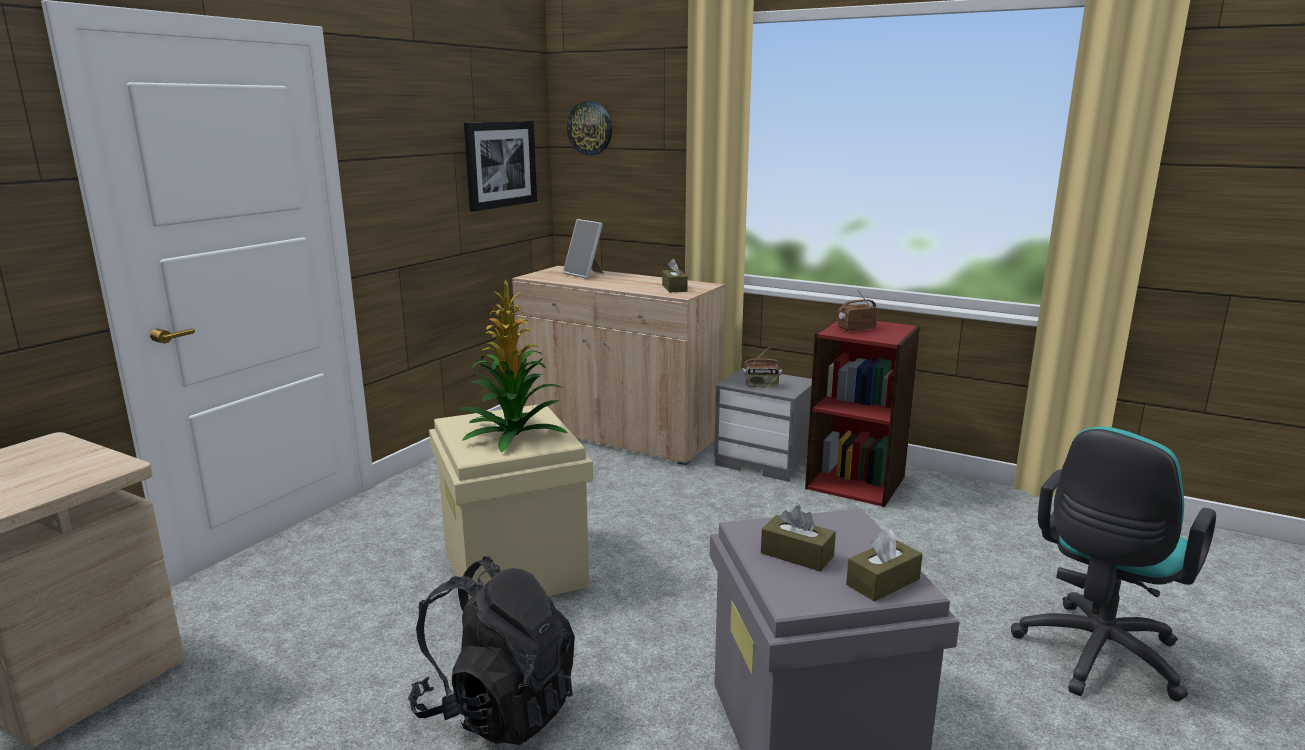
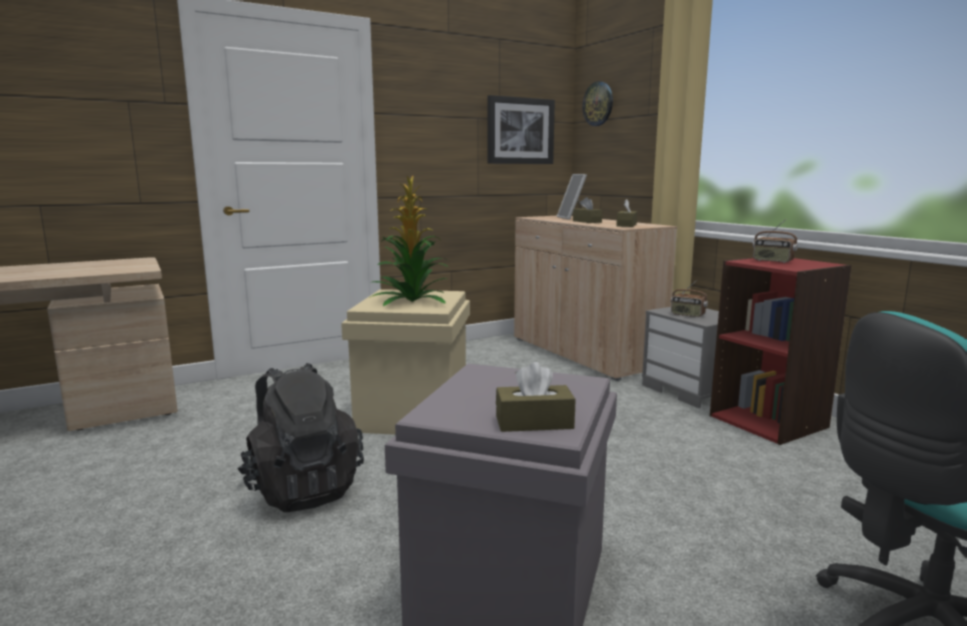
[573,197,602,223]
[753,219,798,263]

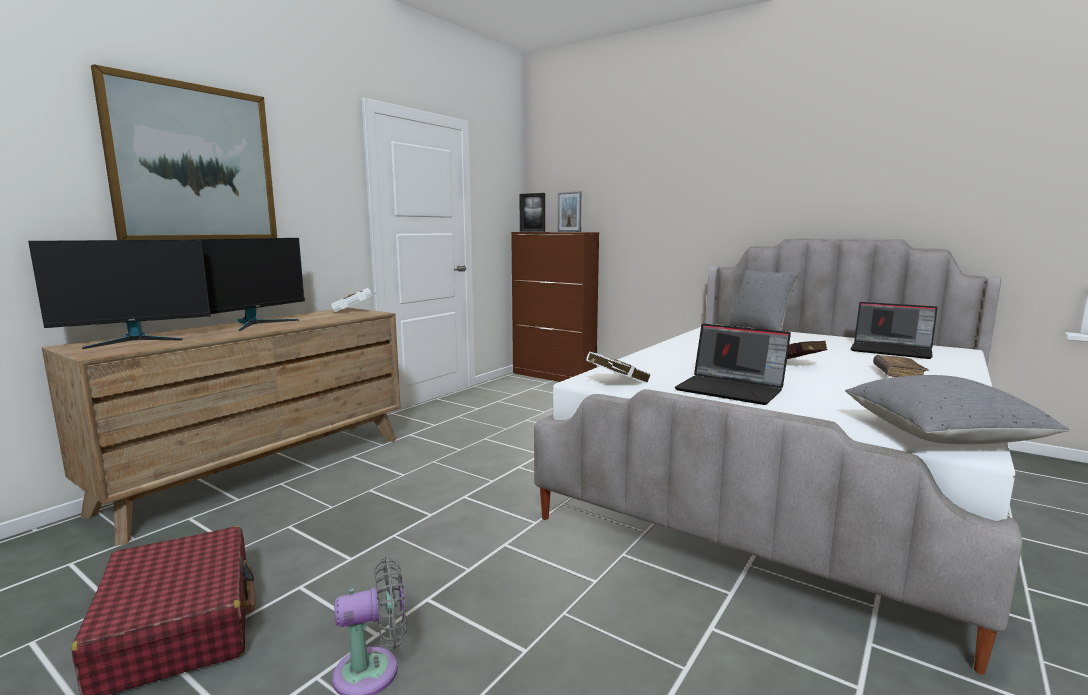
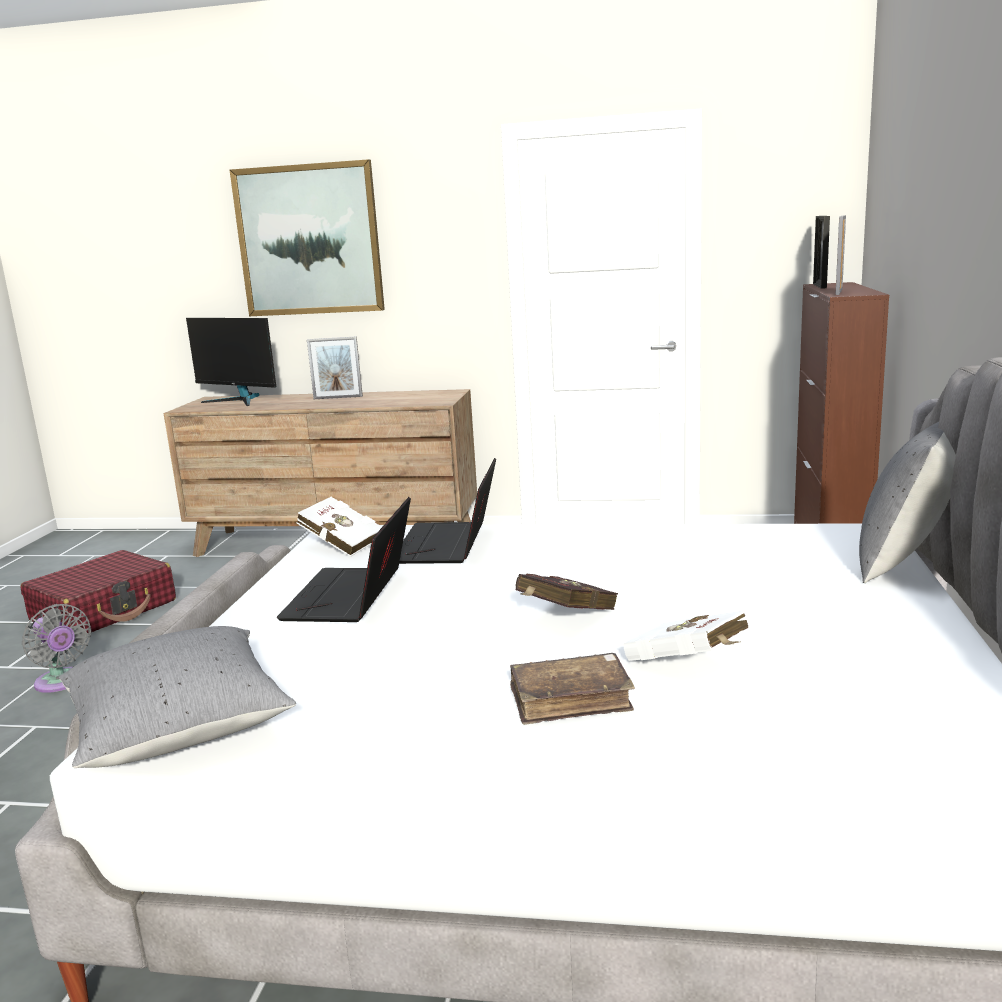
[307,336,363,399]
[623,610,750,661]
[399,458,496,564]

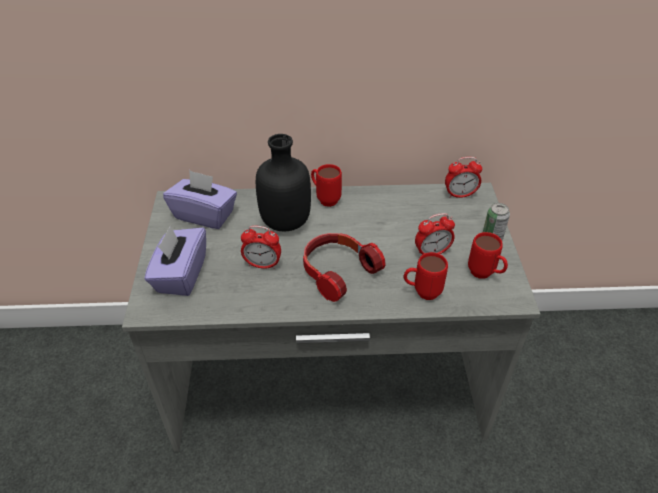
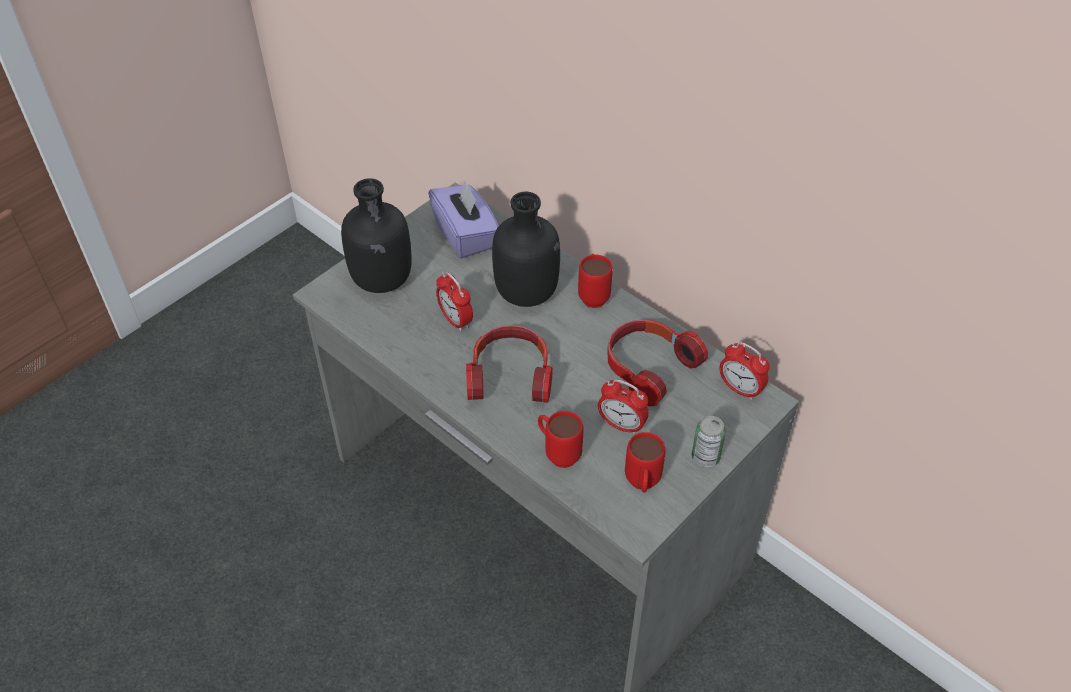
[341,178,412,293]
[607,320,708,407]

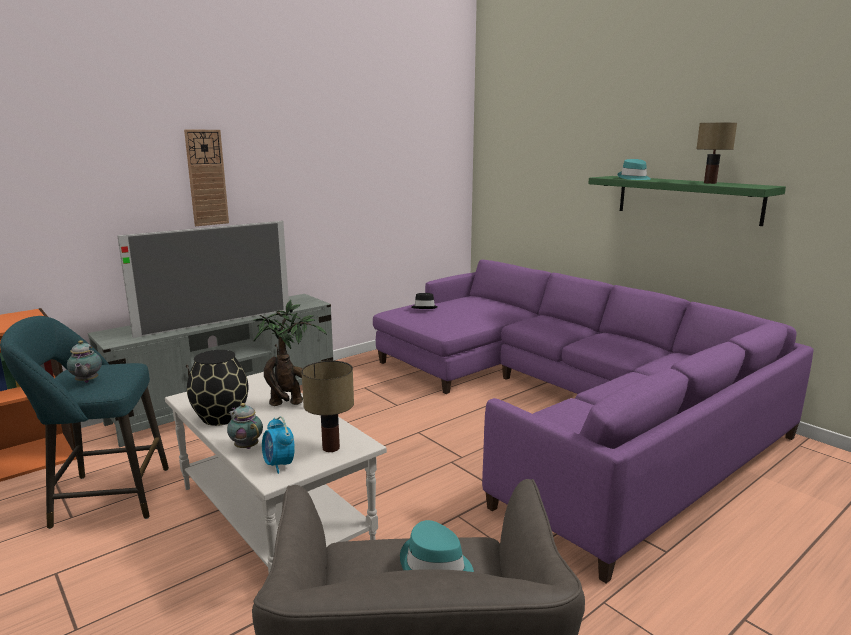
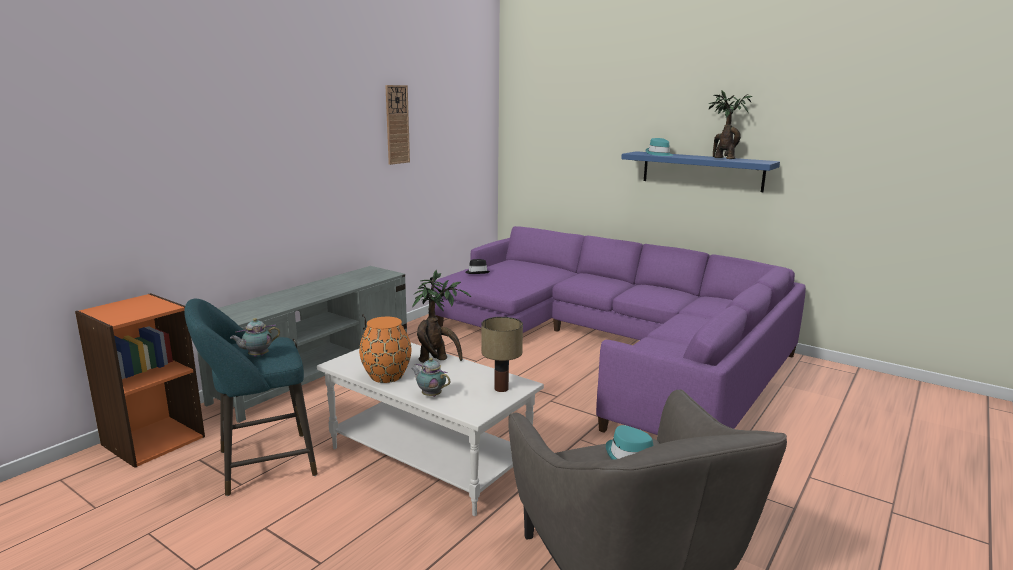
[230,318,280,357]
[117,221,289,338] (first image)
[385,85,410,165]
[359,317,411,383]
[262,417,295,474] (first image)
[621,151,780,192]
[709,90,753,159]

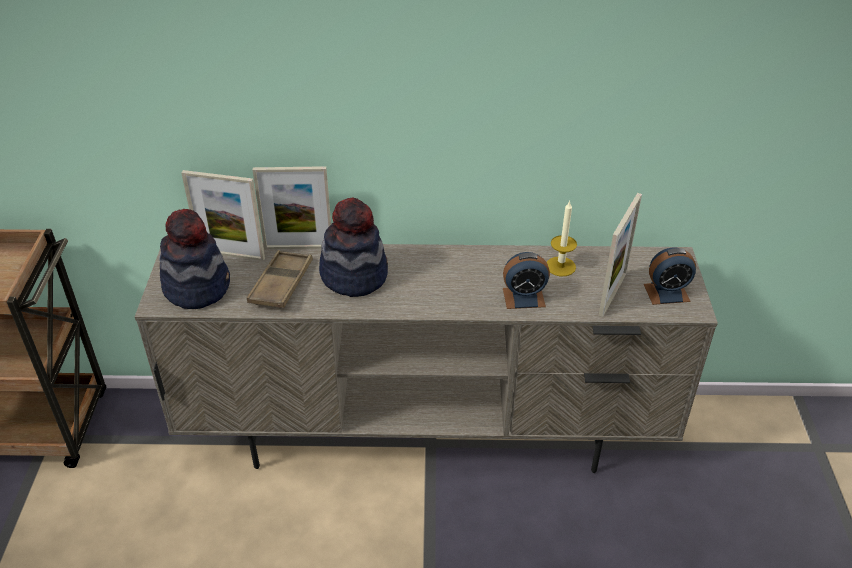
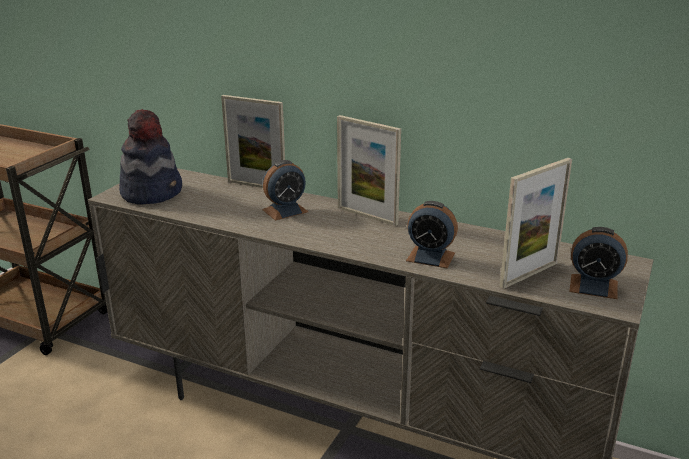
[337,115,401,226]
[247,250,313,308] (first image)
[262,160,309,221]
[547,200,577,276] (first image)

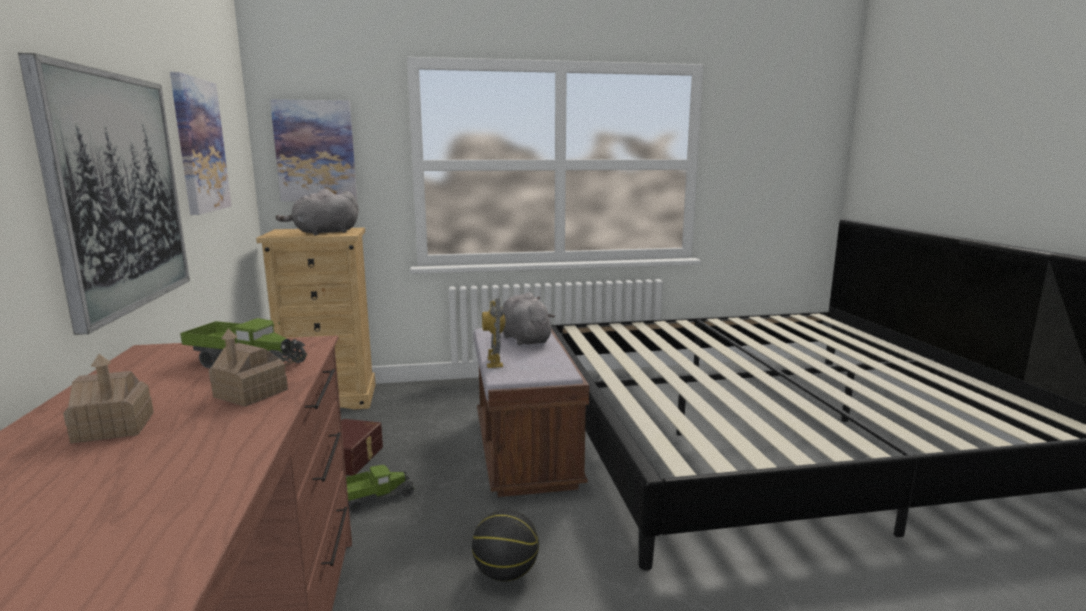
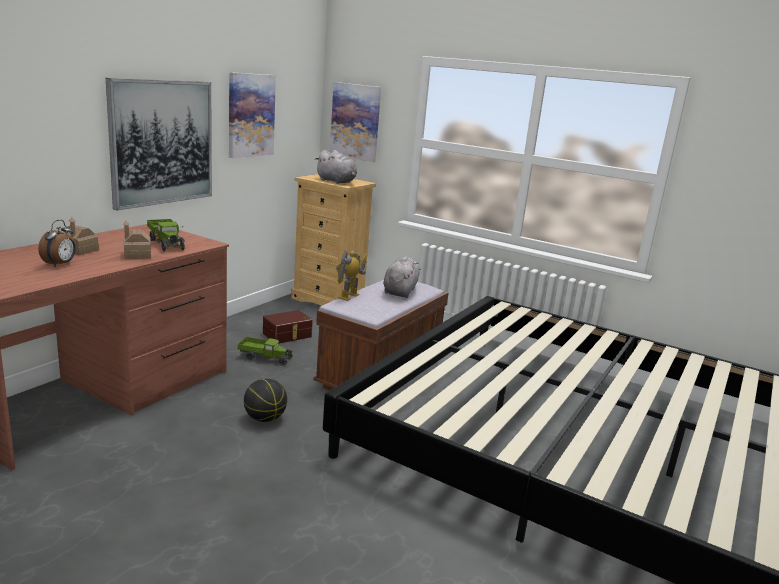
[315,150,357,184]
[38,220,76,267]

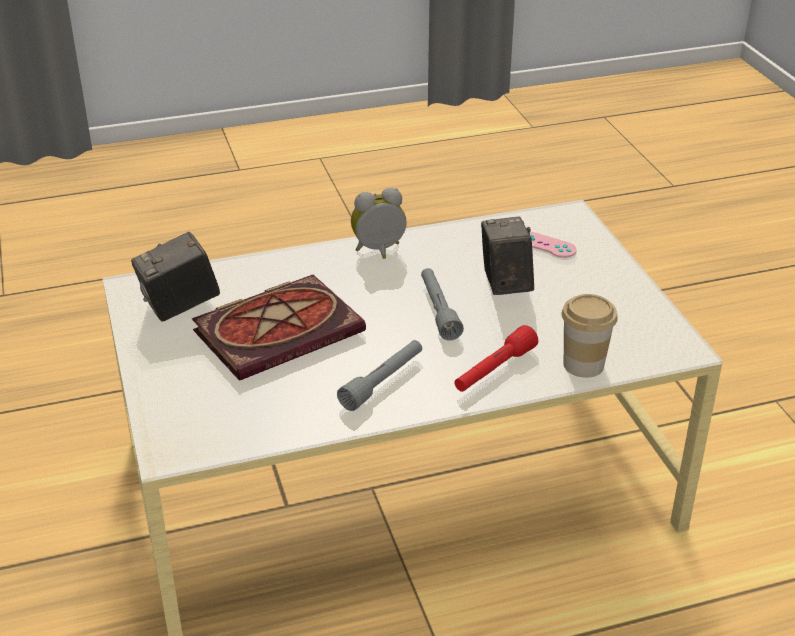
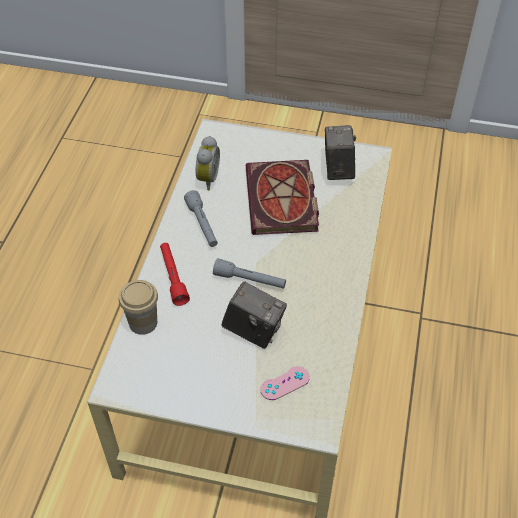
[195,136,220,190]

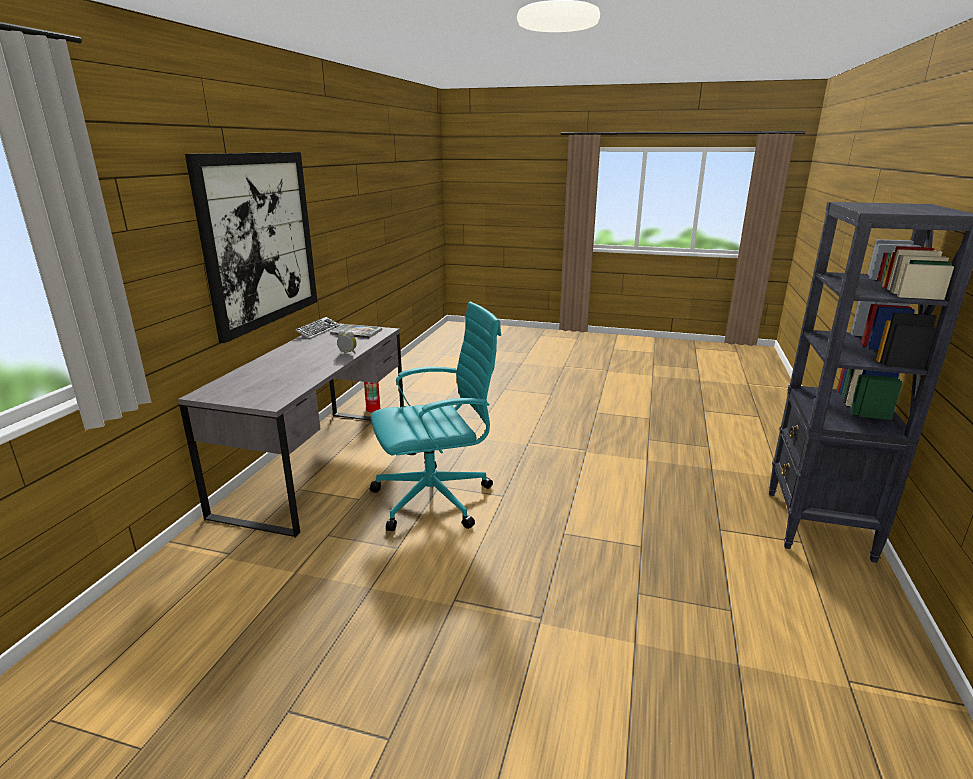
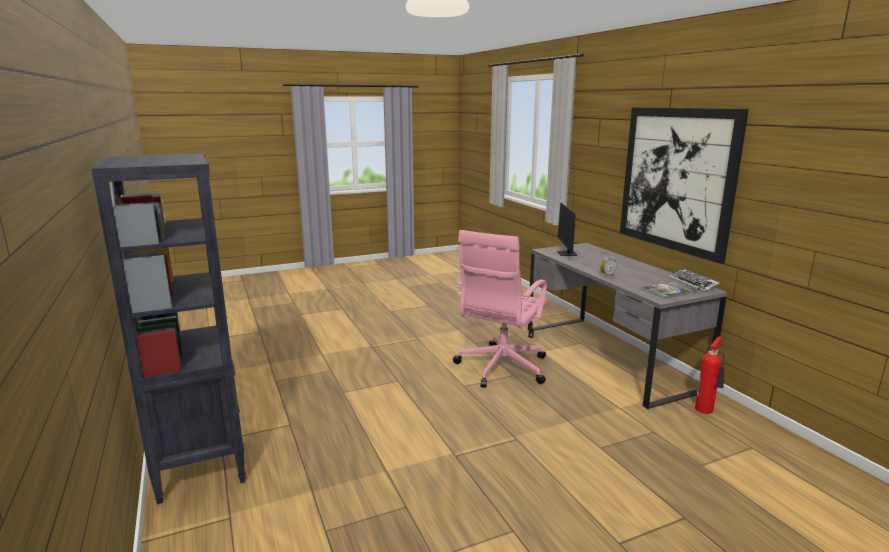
[453,230,548,388]
[557,202,578,256]

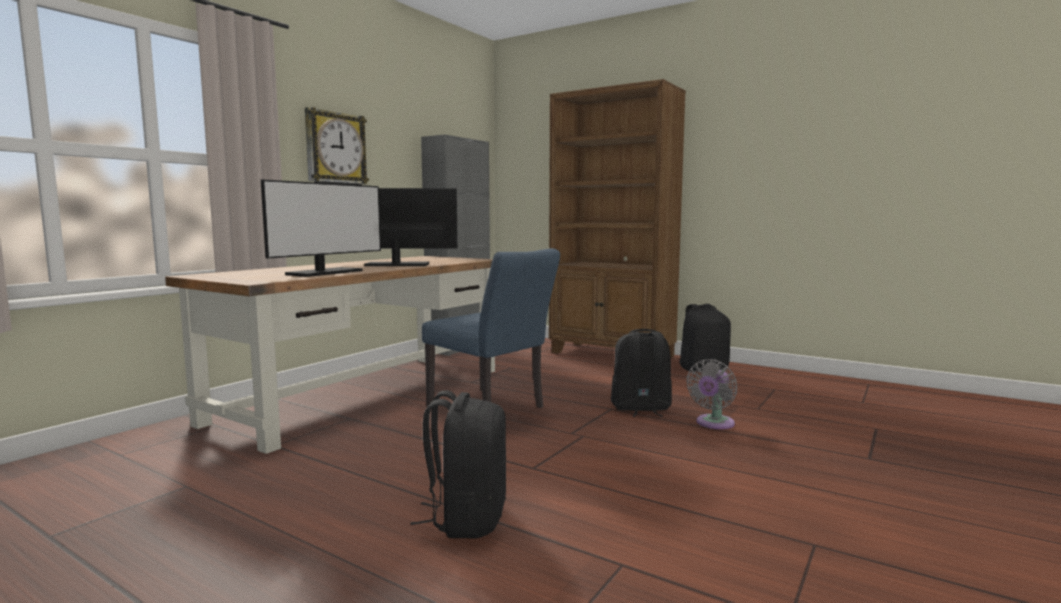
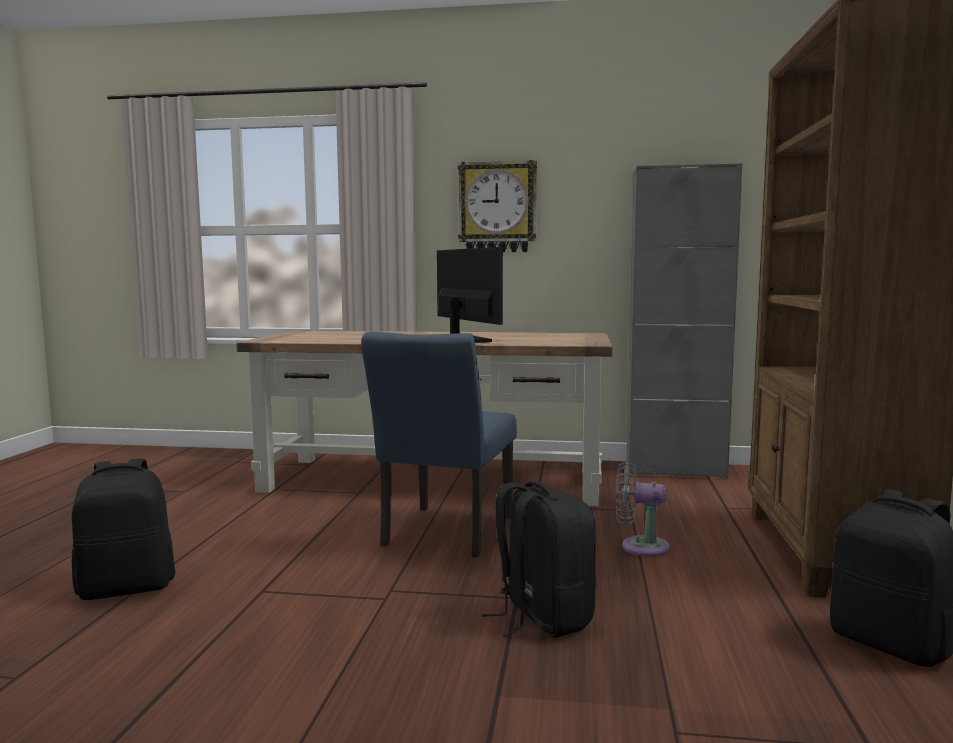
[261,180,381,277] (first image)
[616,461,670,557]

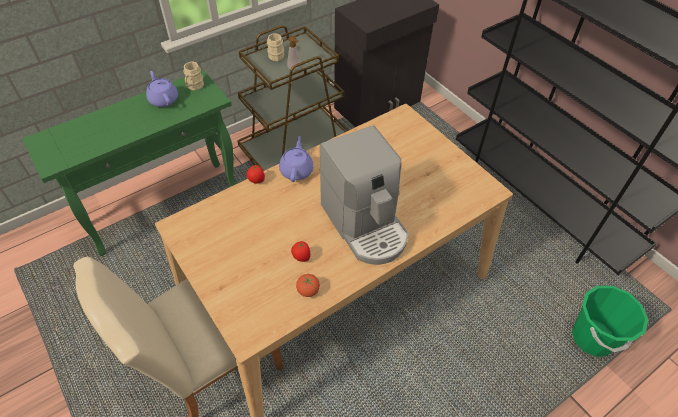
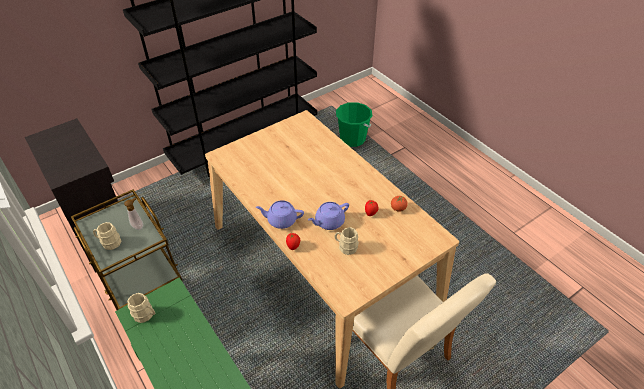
[308,202,349,230]
[320,125,409,265] (first image)
[334,227,359,255]

